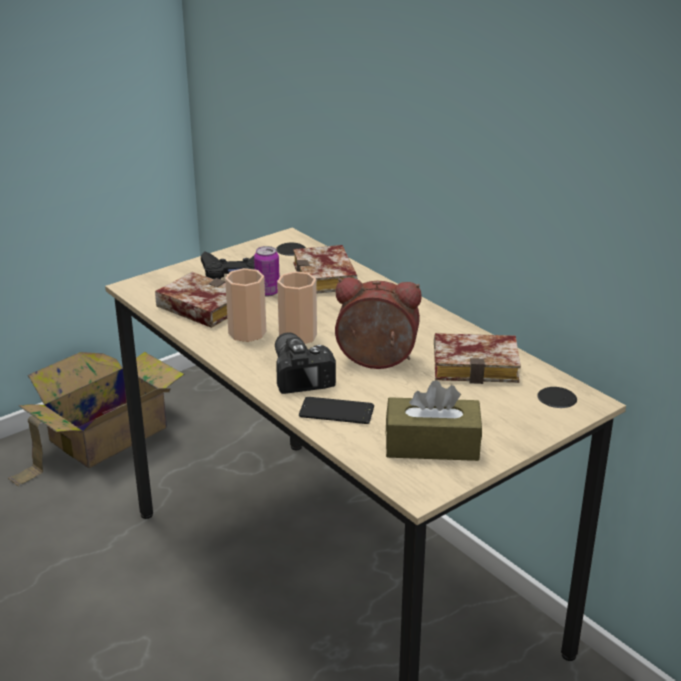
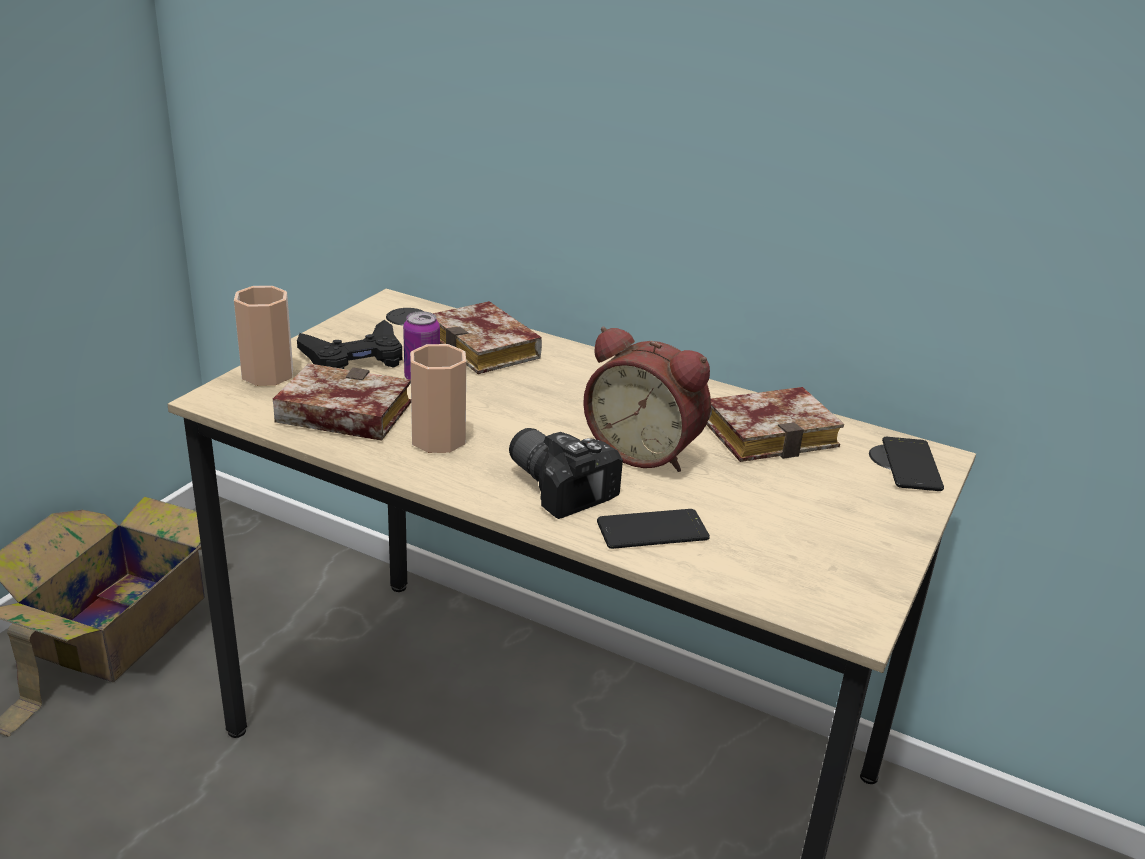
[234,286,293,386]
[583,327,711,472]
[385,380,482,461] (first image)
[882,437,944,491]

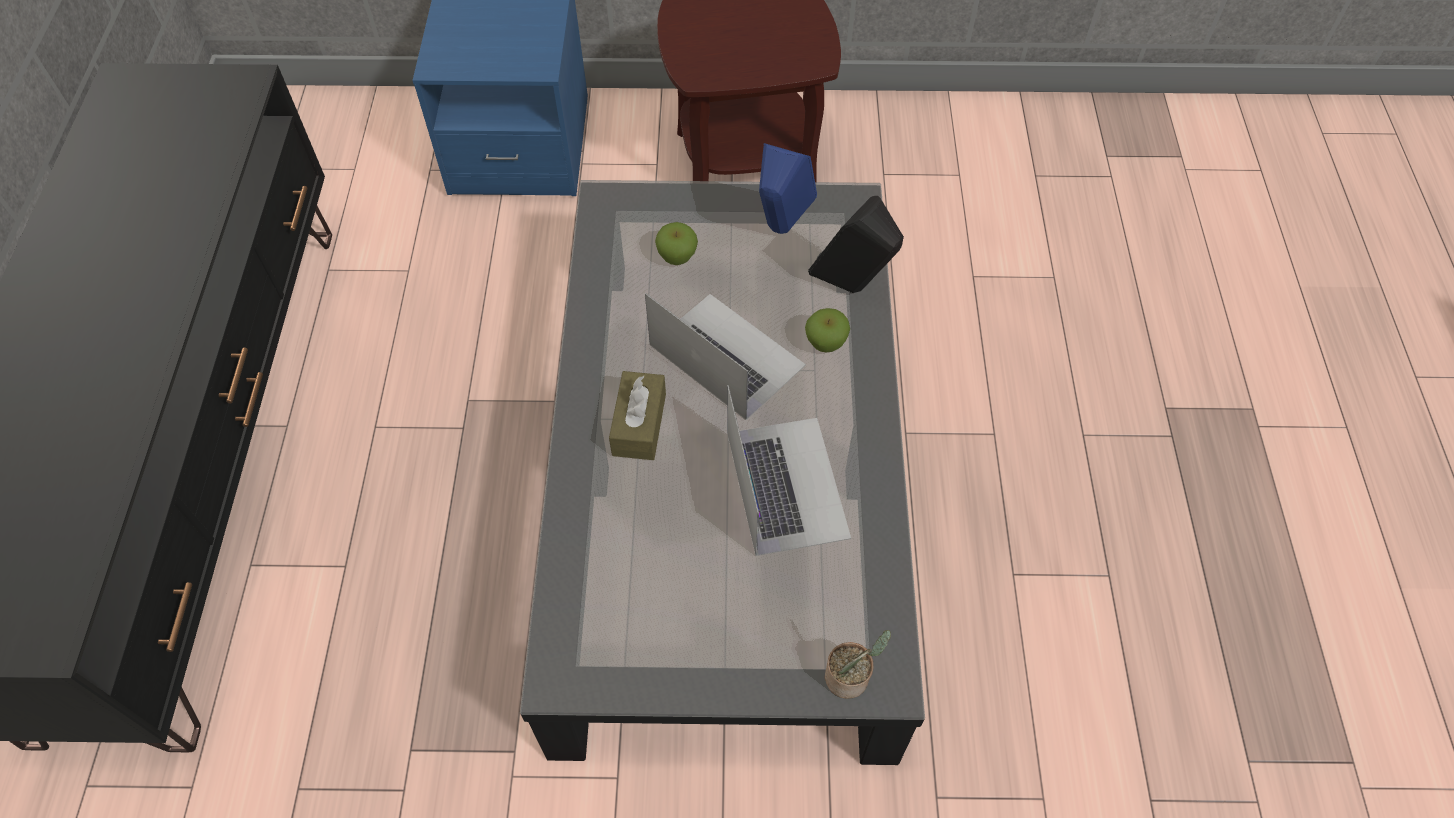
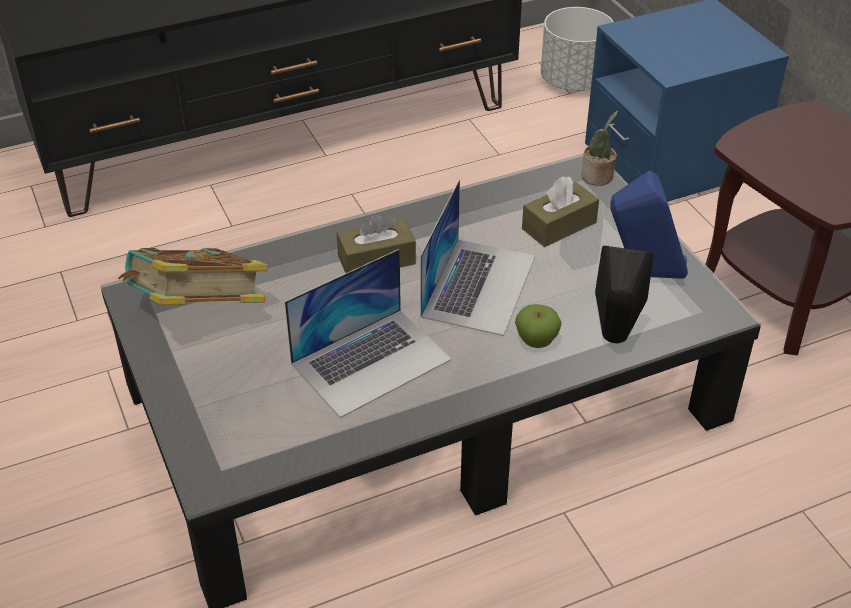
[522,176,599,247]
[581,110,618,186]
[118,248,268,305]
[541,7,613,91]

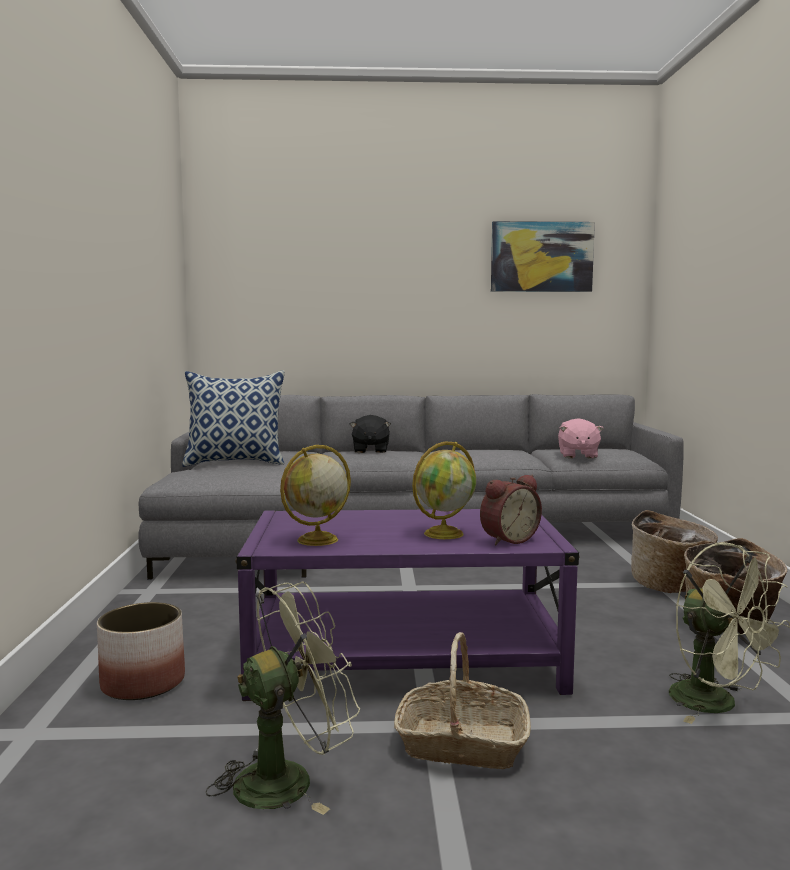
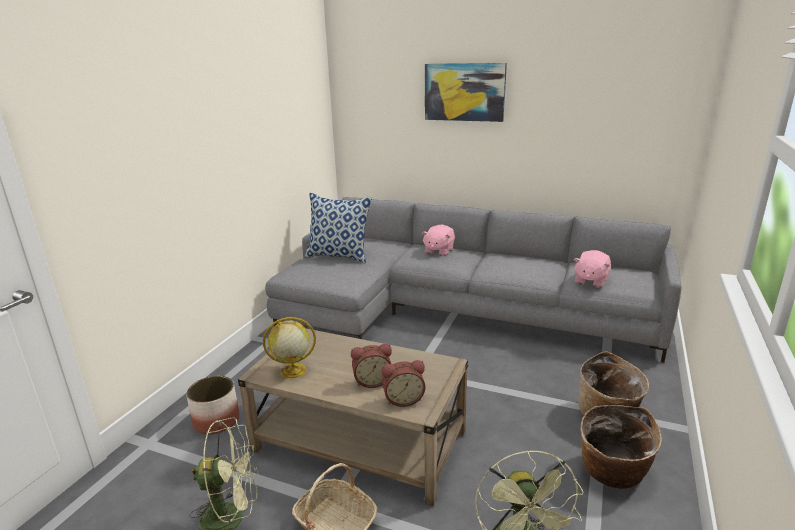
[238,329,468,506]
[422,224,455,256]
[351,344,392,388]
[425,63,507,122]

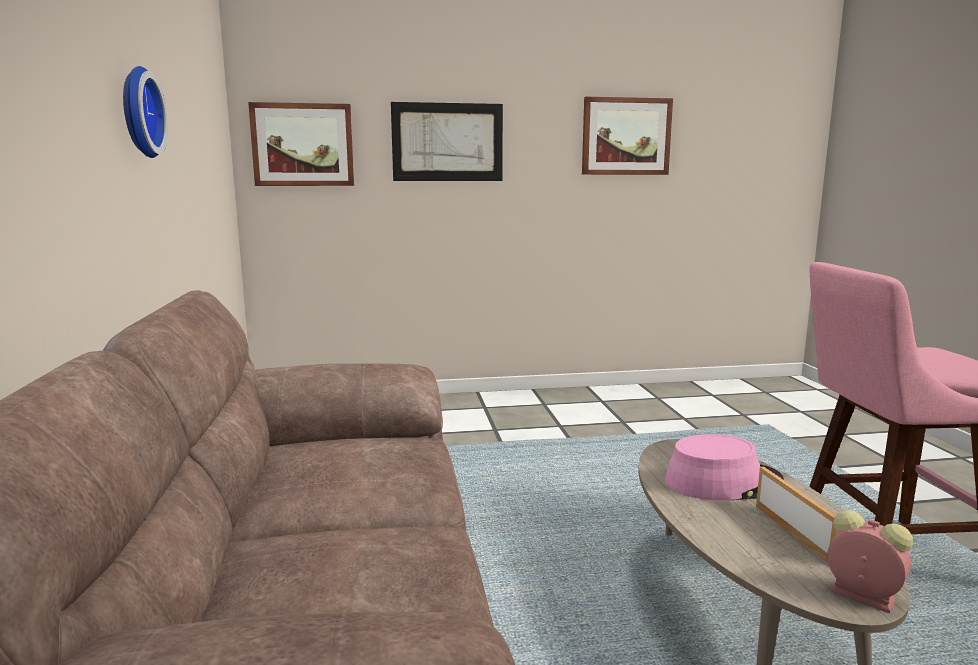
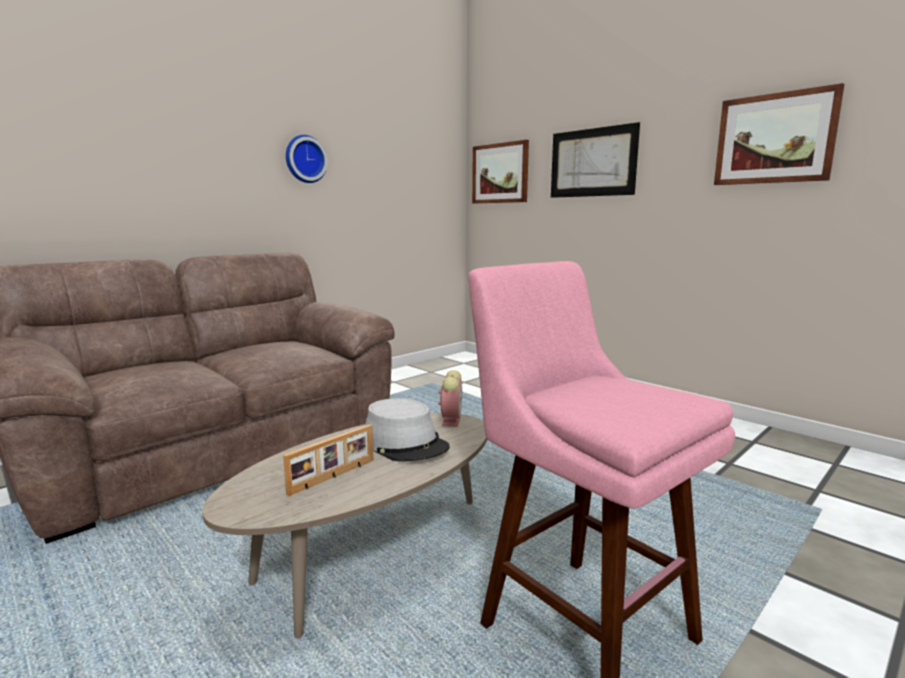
[365,398,450,462]
[438,370,462,427]

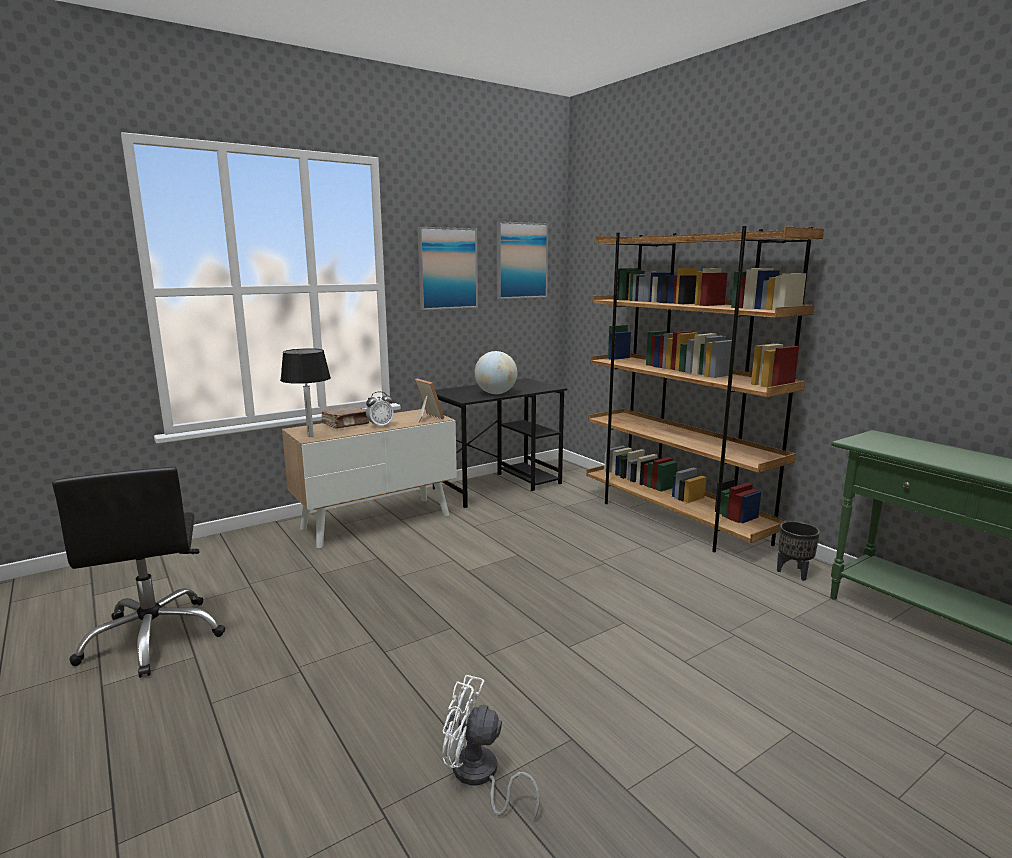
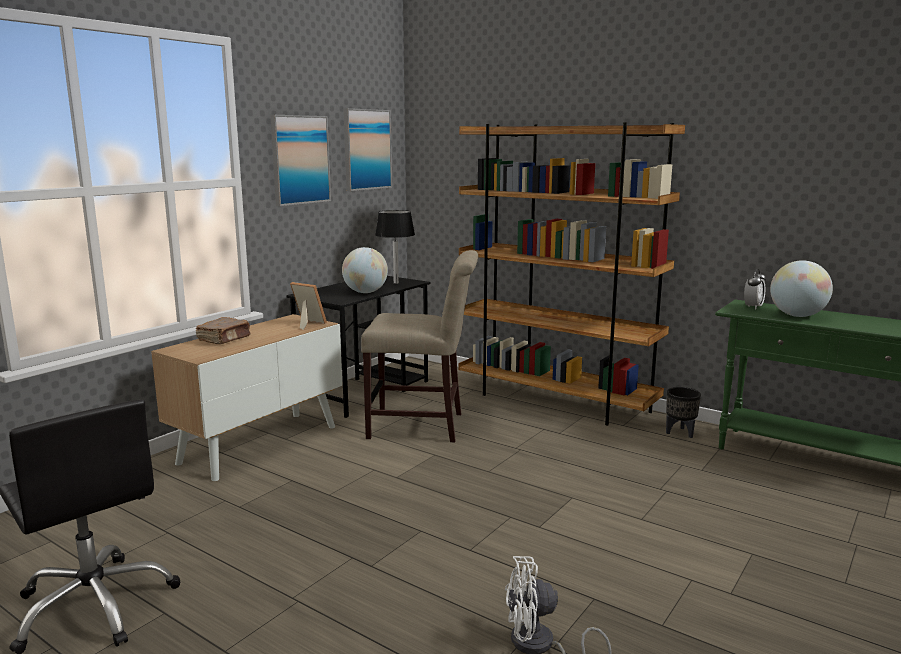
[375,210,415,284]
[744,269,766,310]
[361,250,478,442]
[770,260,833,317]

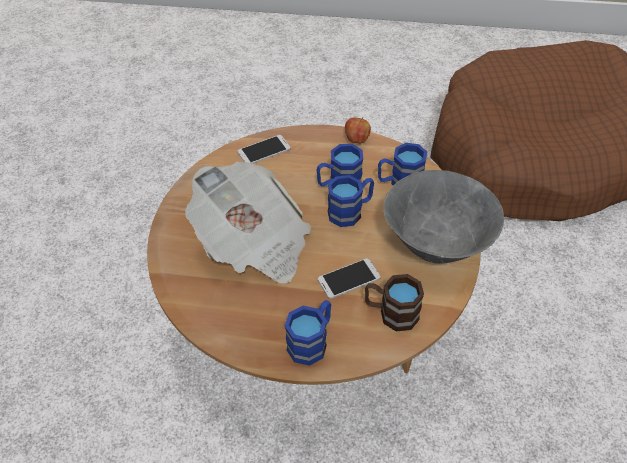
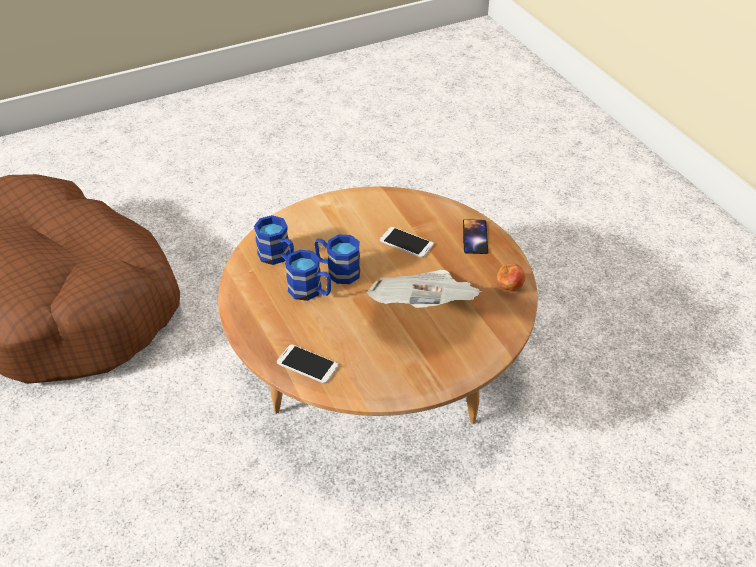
[463,219,488,254]
[497,263,526,291]
[365,274,424,332] (first image)
[383,170,504,264] (first image)

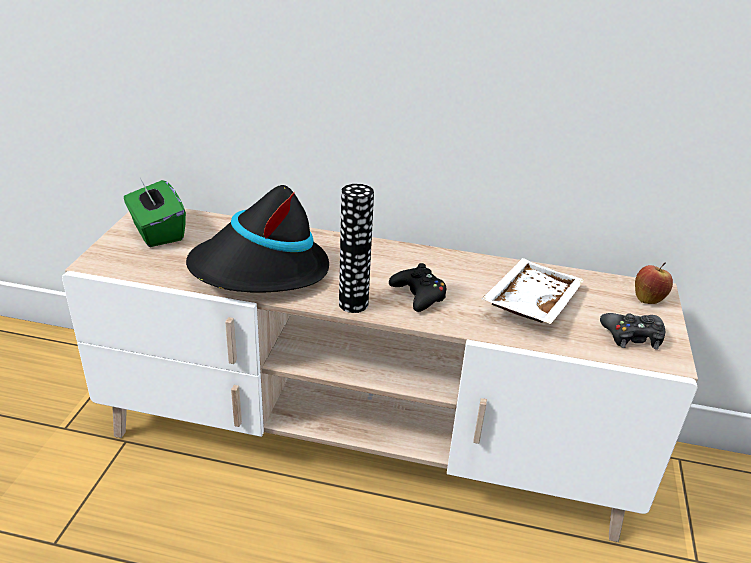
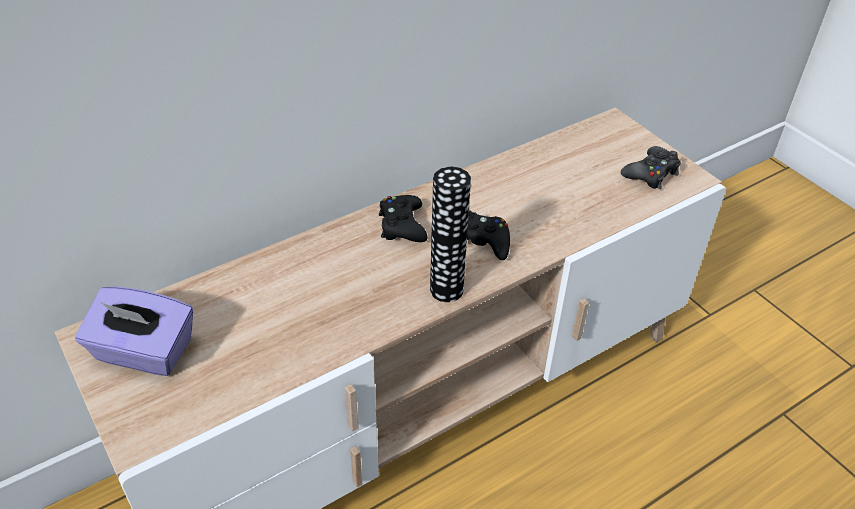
[75,286,193,376]
[186,185,329,292] (first image)
[482,258,584,324] (first image)
[635,263,673,304] (first image)
[379,195,428,242]

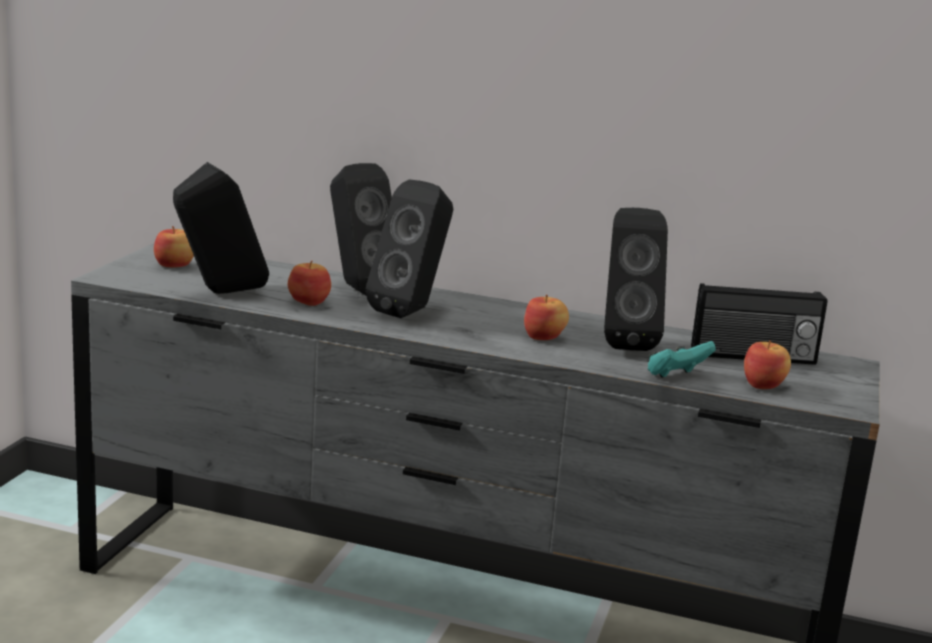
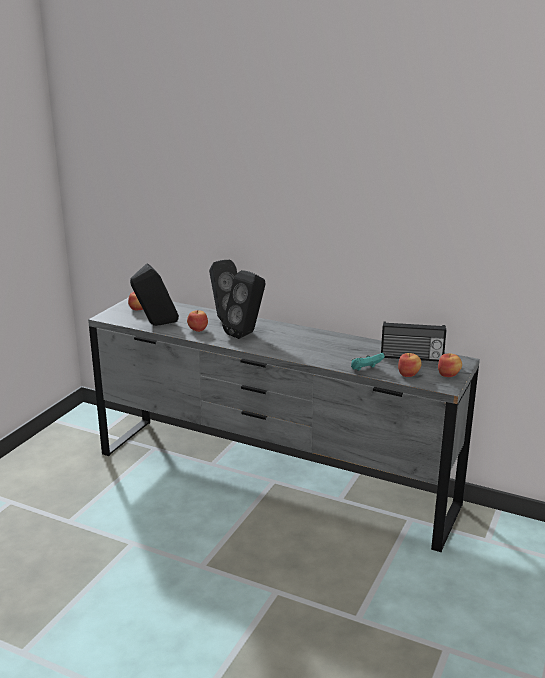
[438,353,462,377]
[604,208,668,351] (first image)

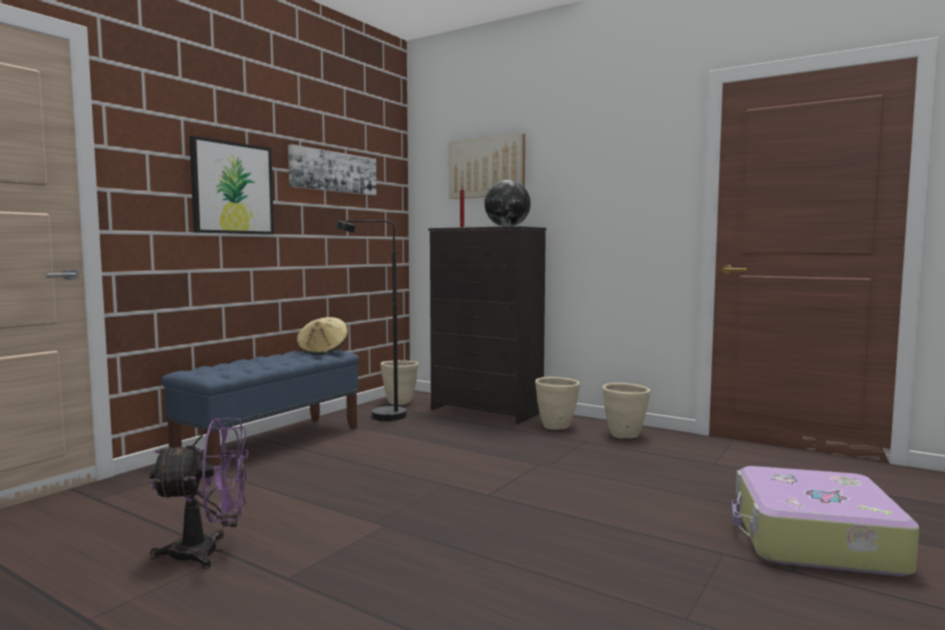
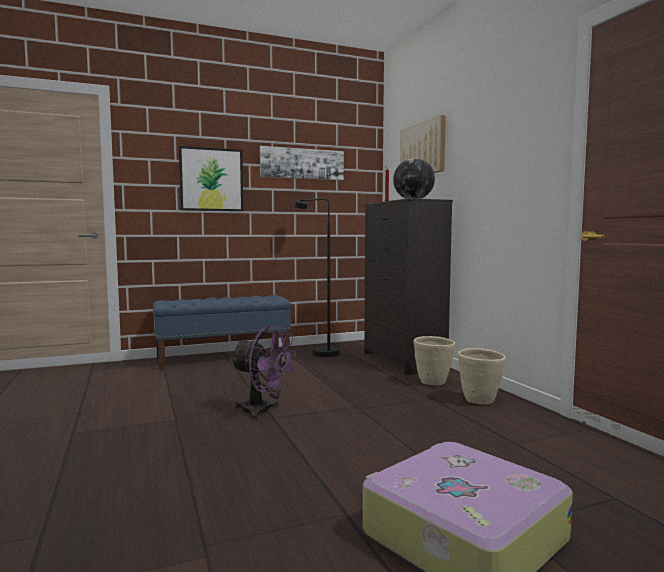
[230,326,297,420]
[296,317,348,355] (first image)
[380,360,418,405] (first image)

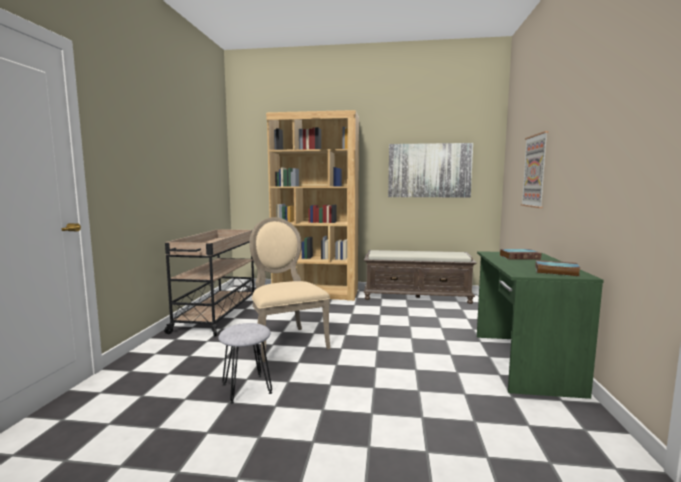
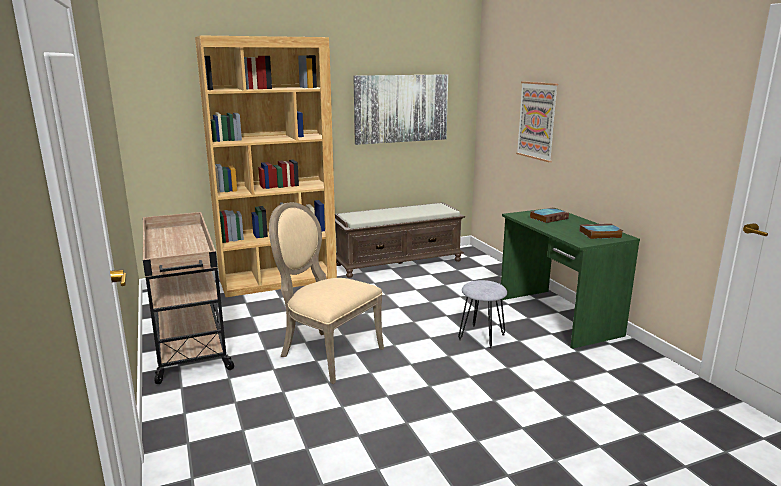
[458,280,507,349]

